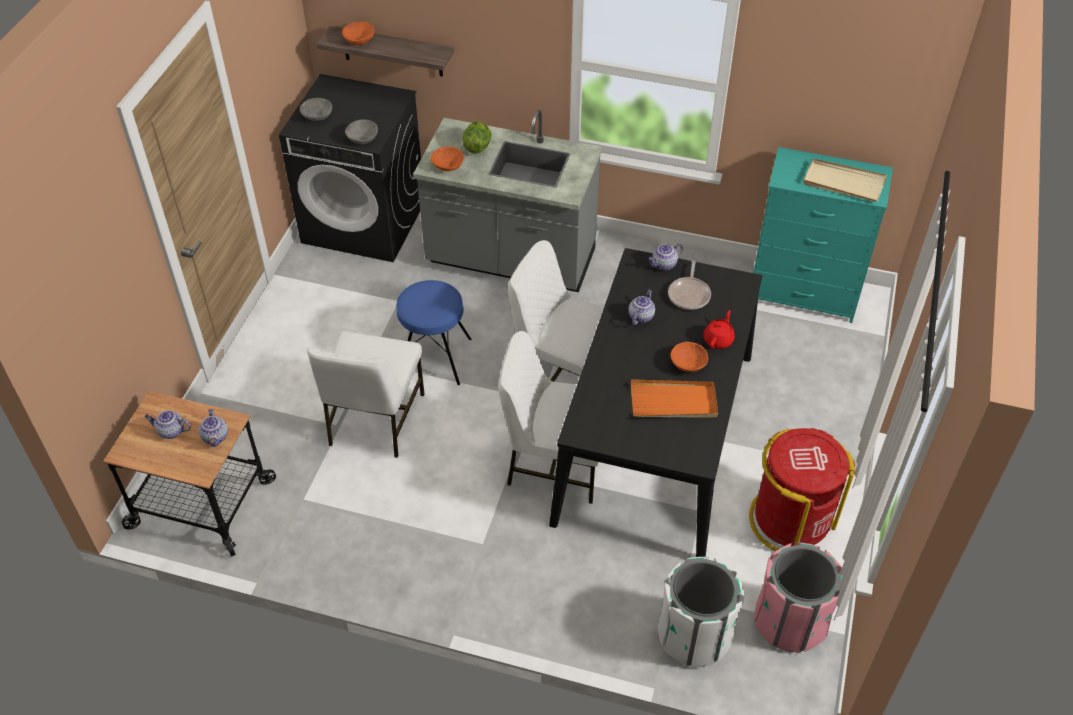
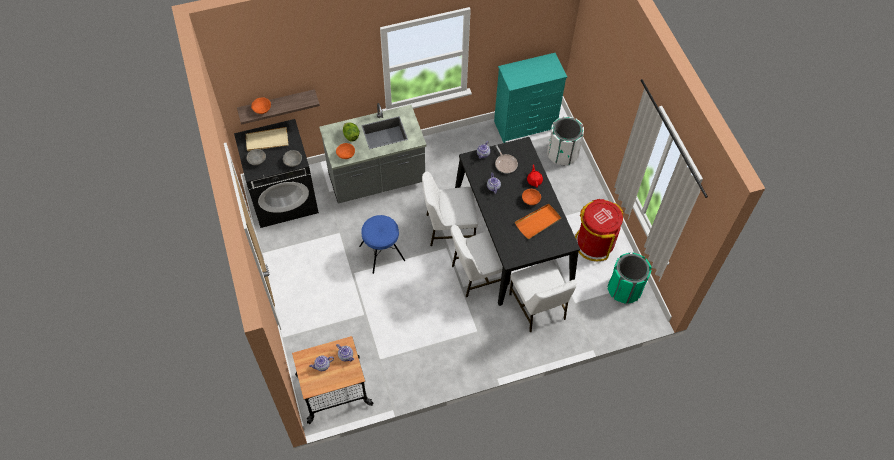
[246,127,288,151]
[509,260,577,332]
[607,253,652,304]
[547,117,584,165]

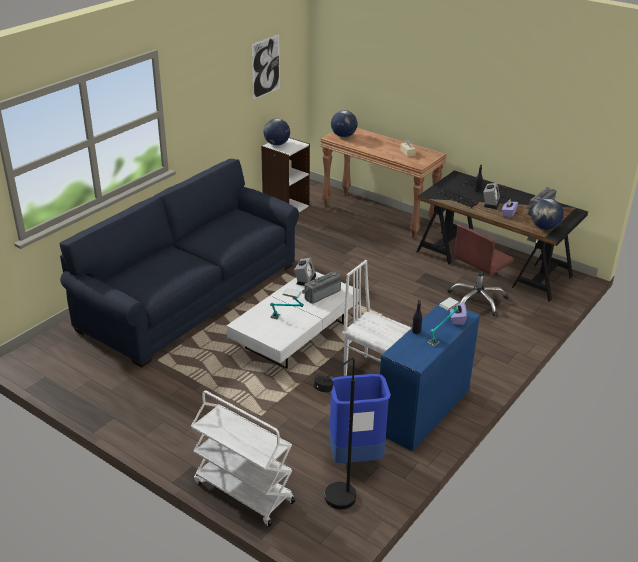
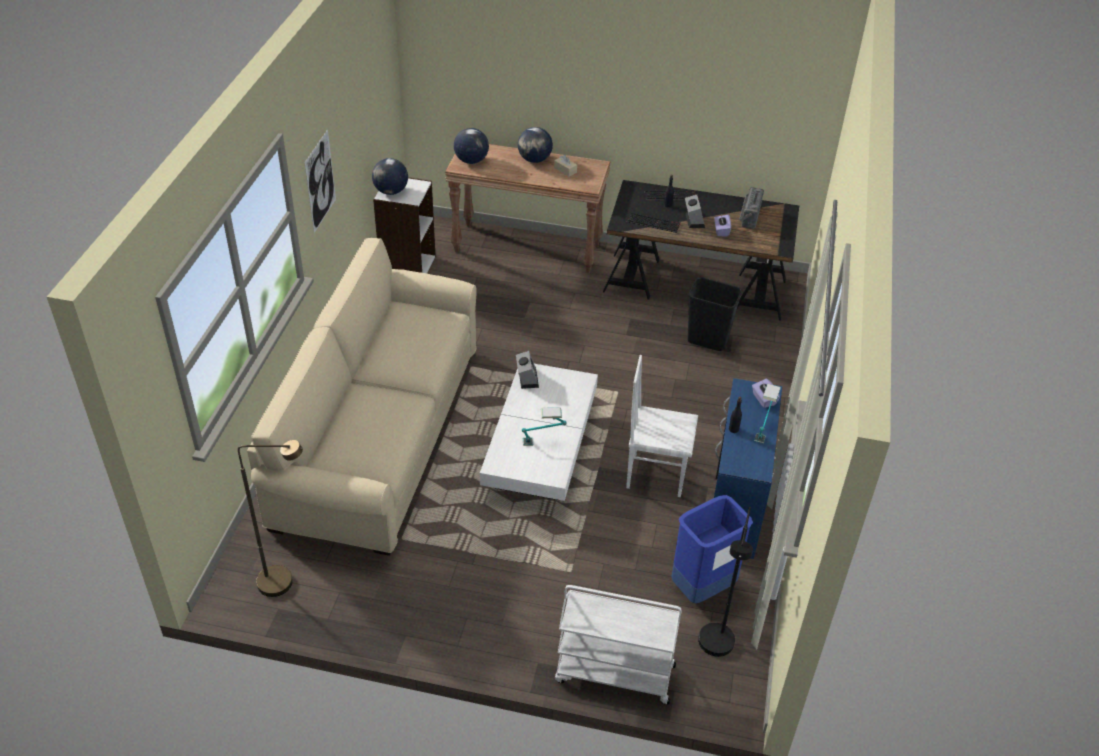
[304,129,336,233]
[247,238,477,556]
[518,127,553,163]
[688,277,742,351]
[302,271,341,304] (first image)
[238,440,303,597]

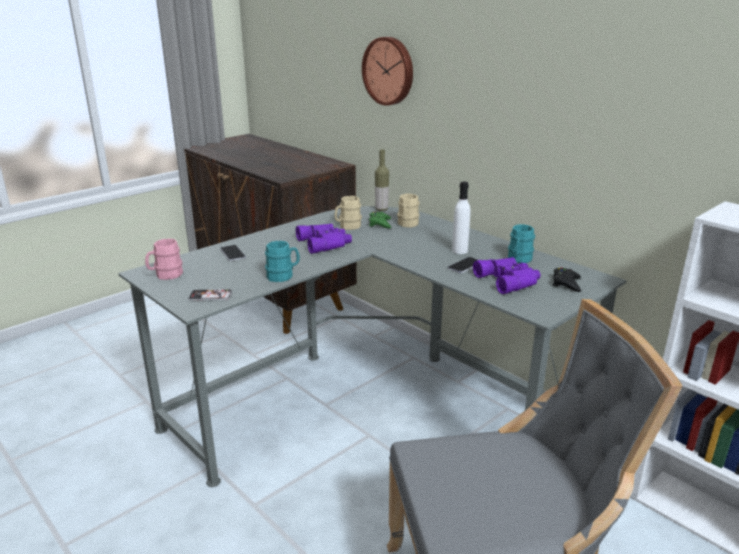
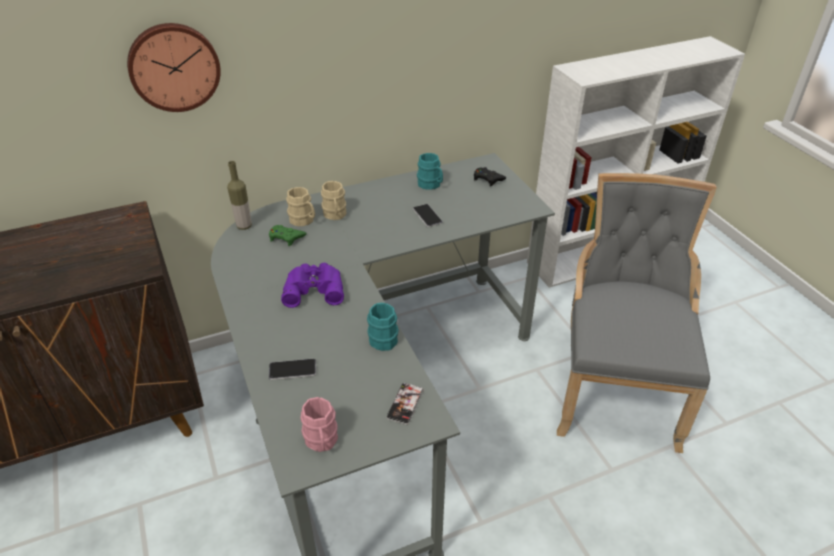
[452,182,471,254] (first image)
[321,181,347,220]
[473,257,541,294] (first image)

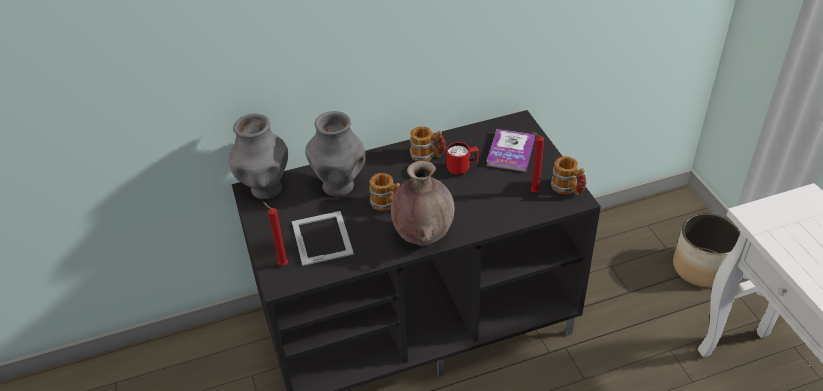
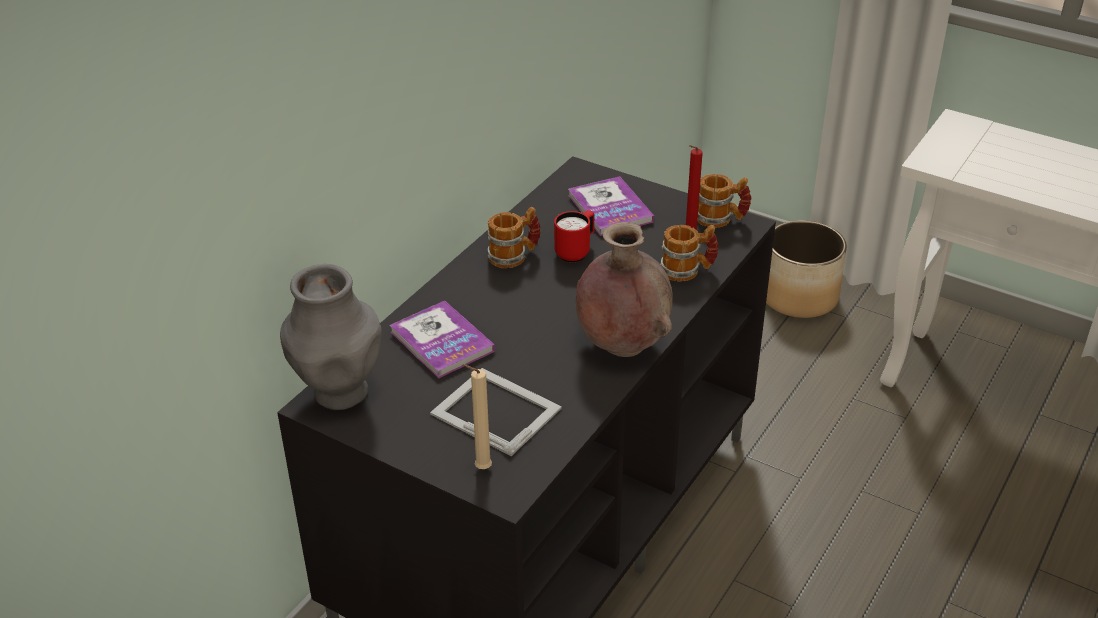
[390,301,495,378]
[660,225,719,282]
[463,364,492,469]

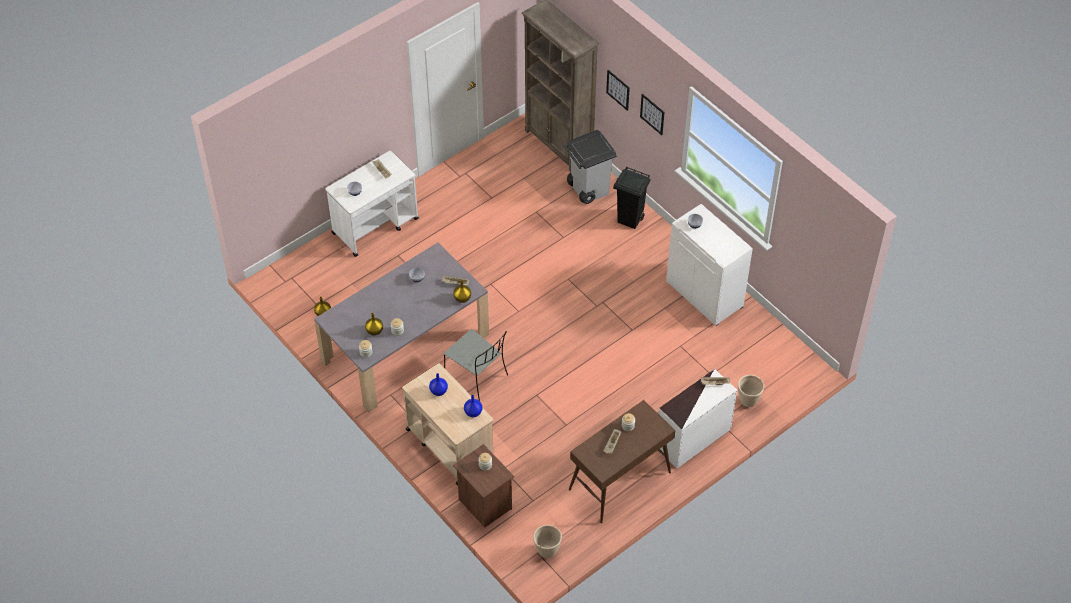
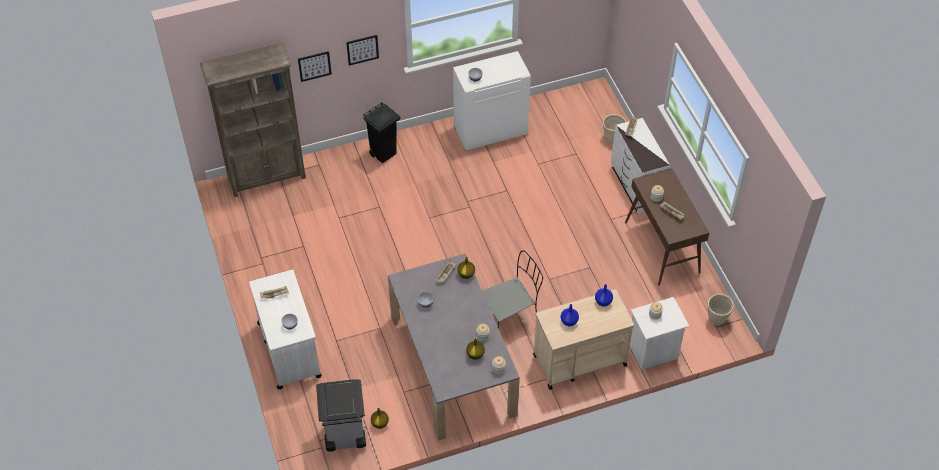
[316,379,366,452]
[630,297,689,370]

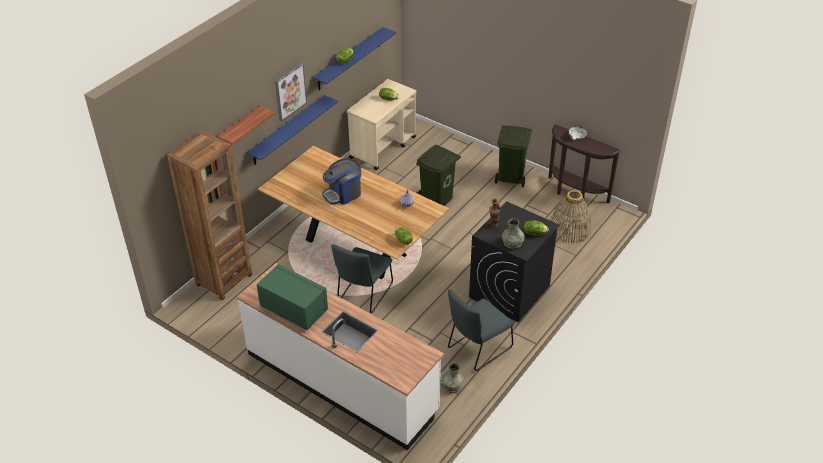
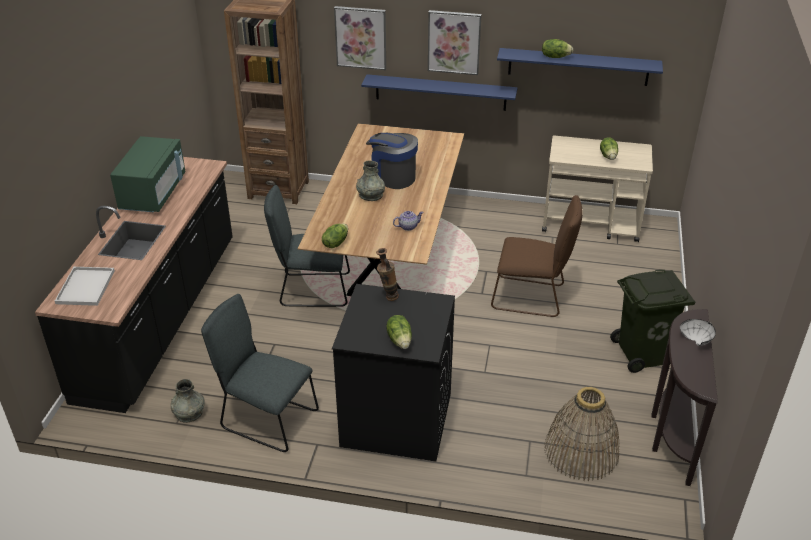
[334,6,386,70]
[491,195,583,317]
[356,161,385,201]
[35,157,233,413]
[55,267,115,306]

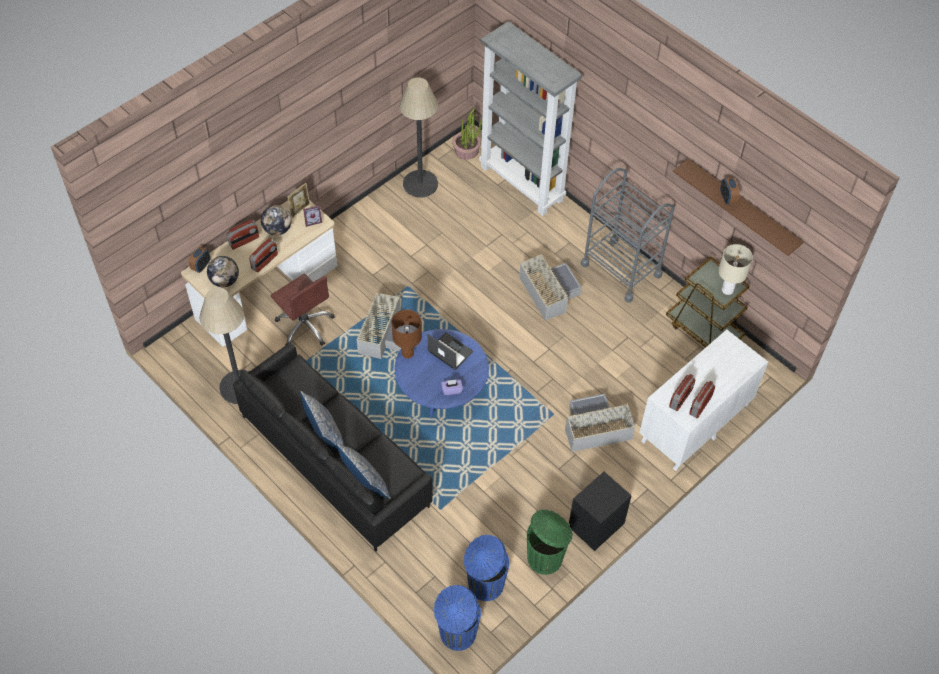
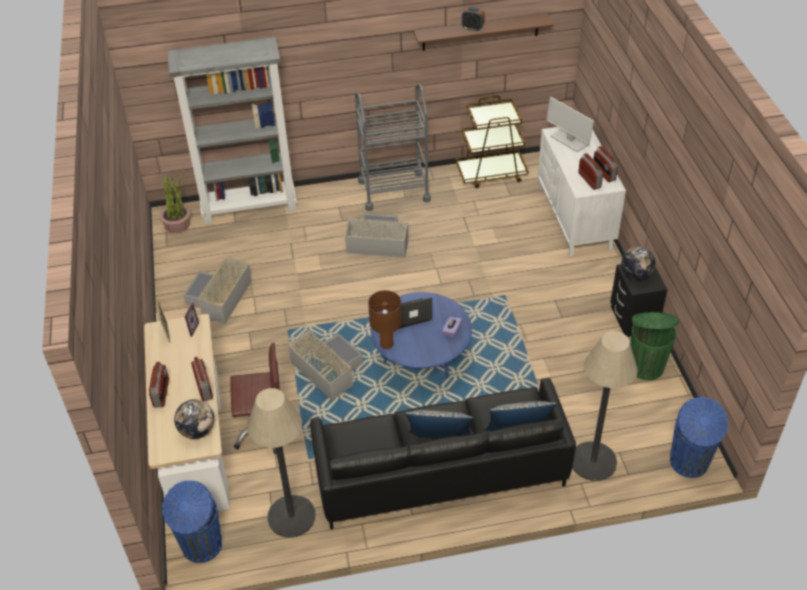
[572,331,638,481]
[621,246,655,280]
[718,244,753,295] (first image)
[189,247,210,273] (first image)
[183,256,252,324]
[162,480,222,563]
[546,97,594,152]

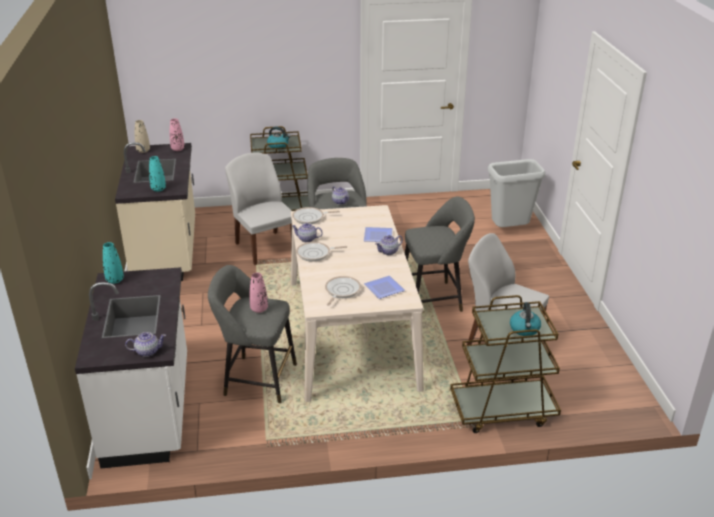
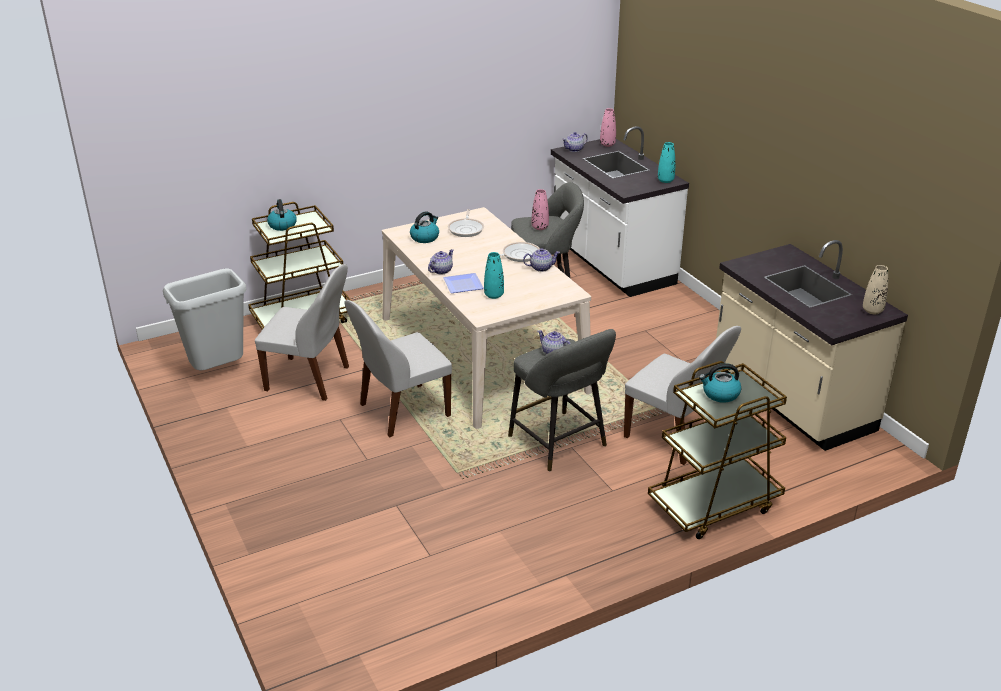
[600,108,616,147]
[484,252,504,299]
[163,269,246,370]
[344,300,452,437]
[292,207,340,224] (first image)
[410,211,439,243]

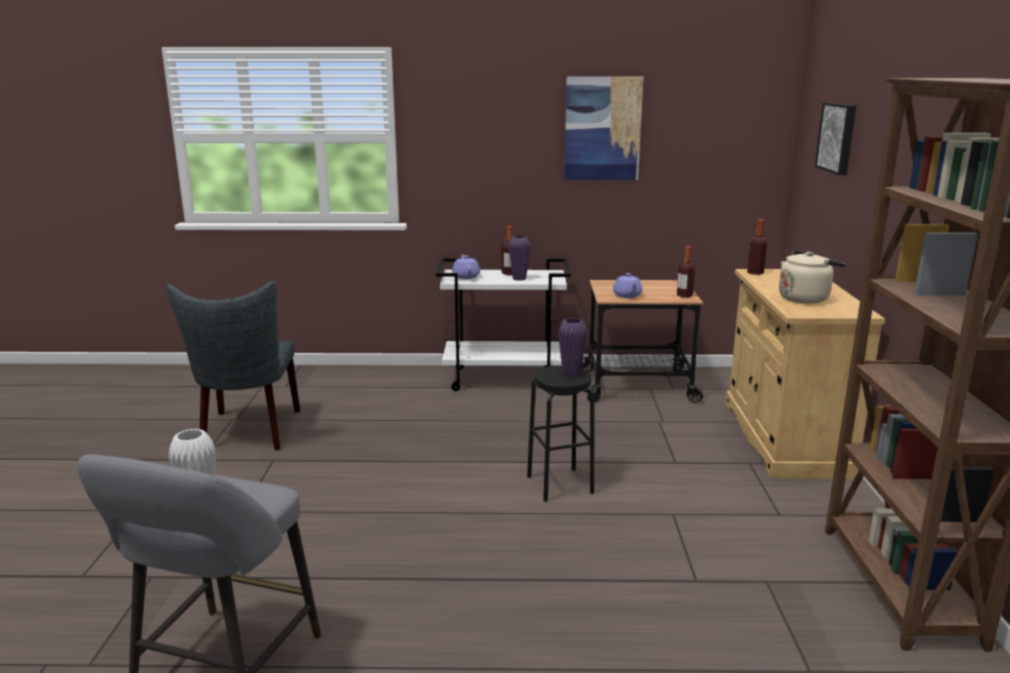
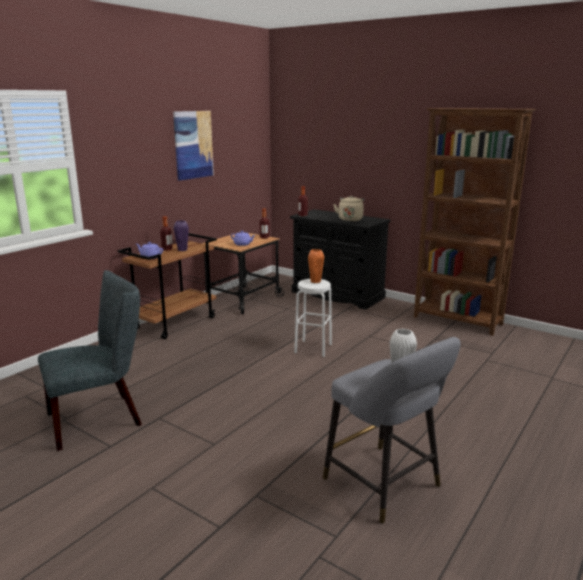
[815,102,856,175] (first image)
[118,233,217,339]
[290,209,391,310]
[38,270,142,451]
[308,249,324,283]
[294,279,332,357]

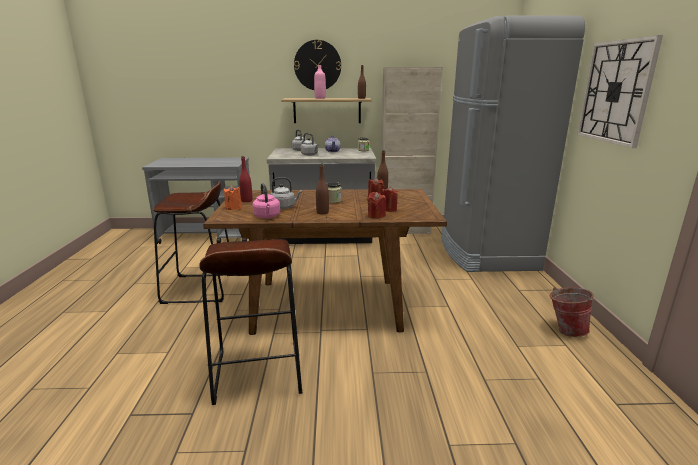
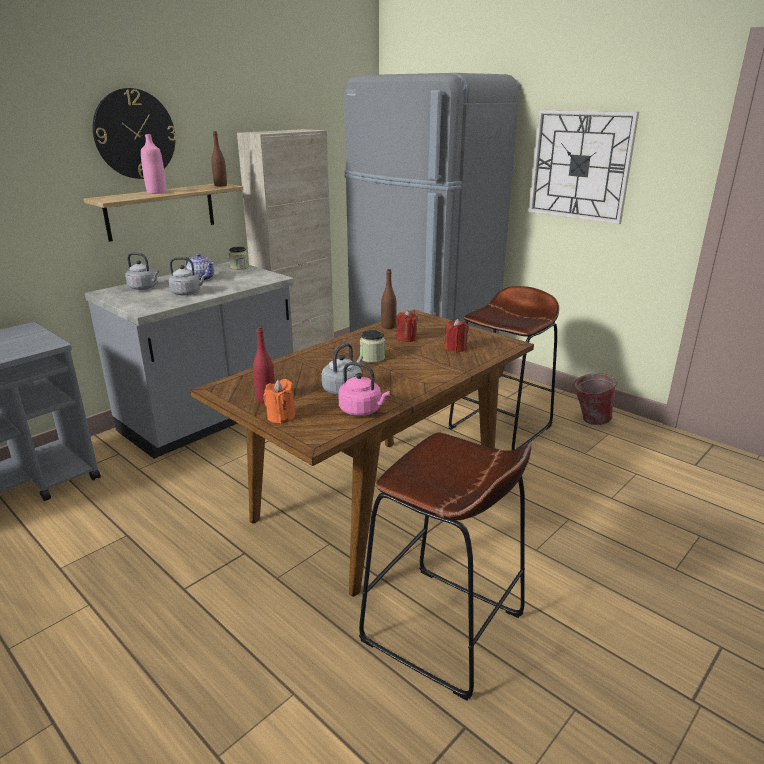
[316,164,329,215] (first image)
[448,286,559,450]
[367,192,386,219] (first image)

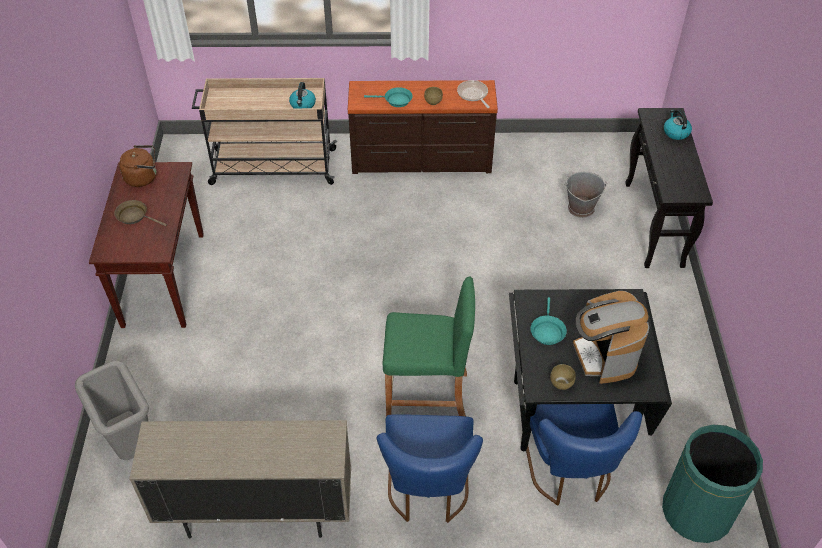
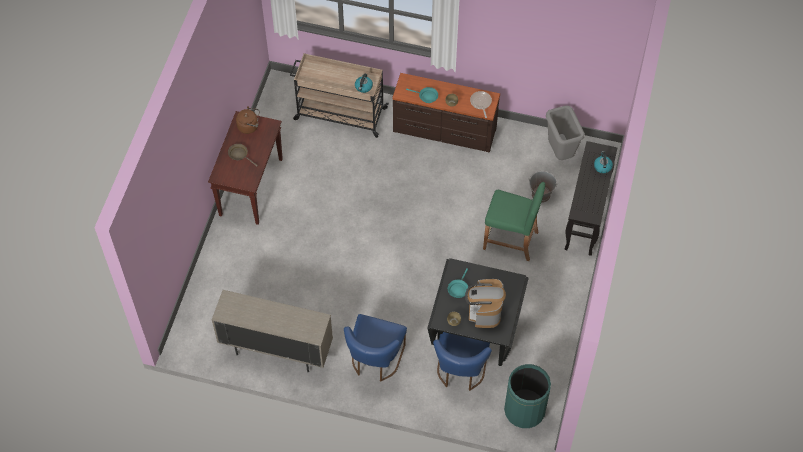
[483,182,545,261]
[546,105,585,160]

